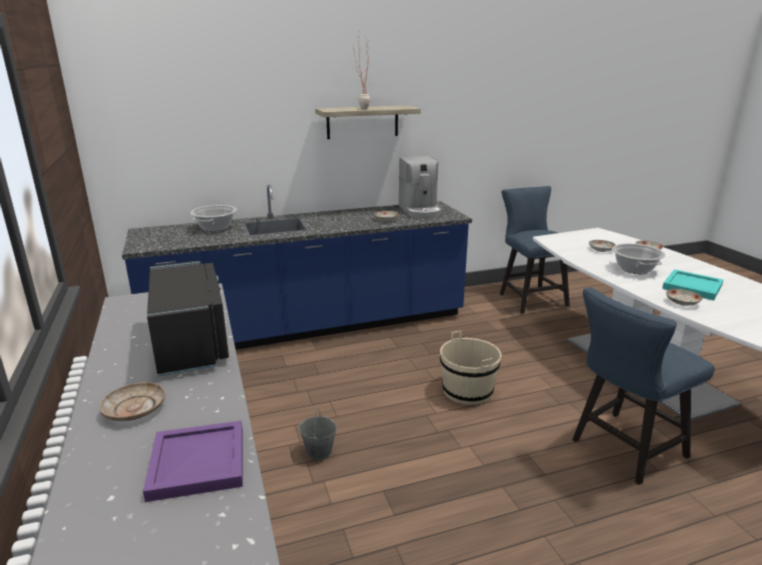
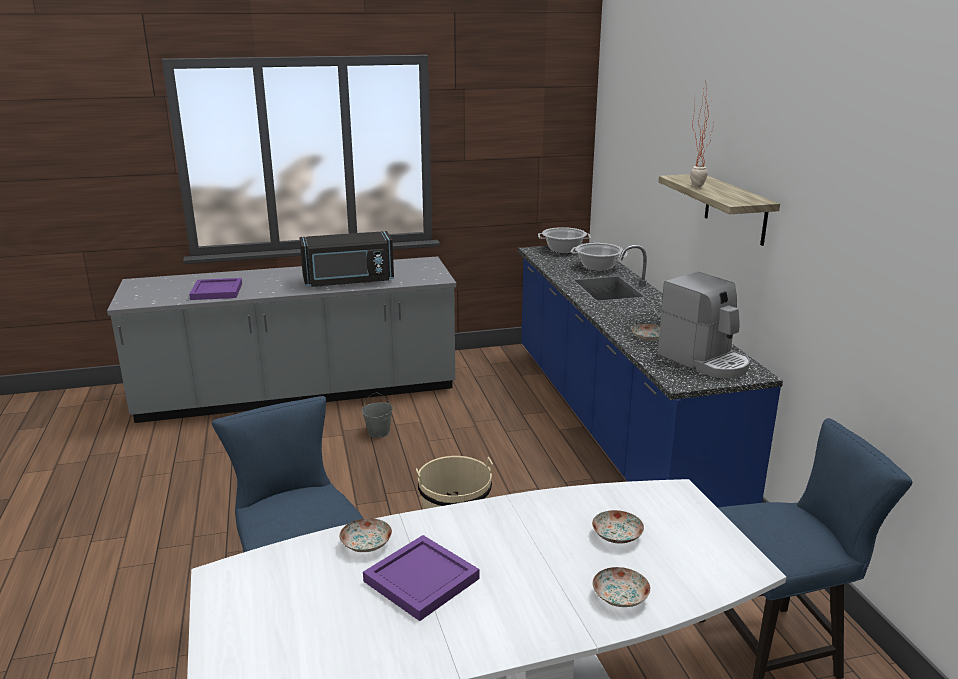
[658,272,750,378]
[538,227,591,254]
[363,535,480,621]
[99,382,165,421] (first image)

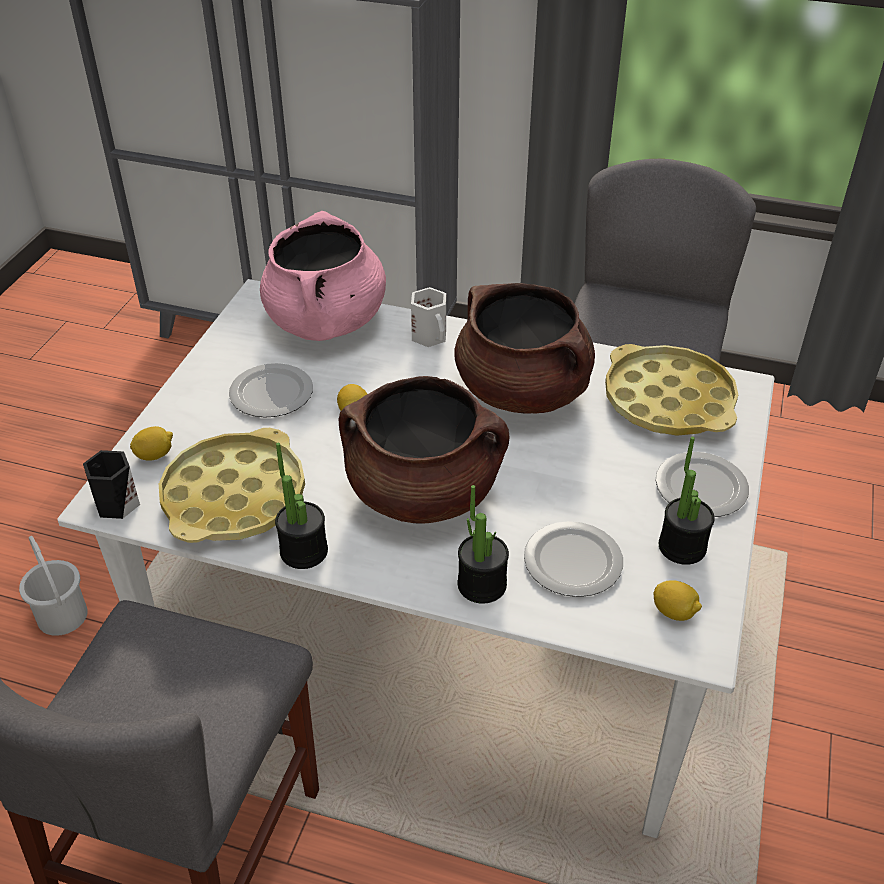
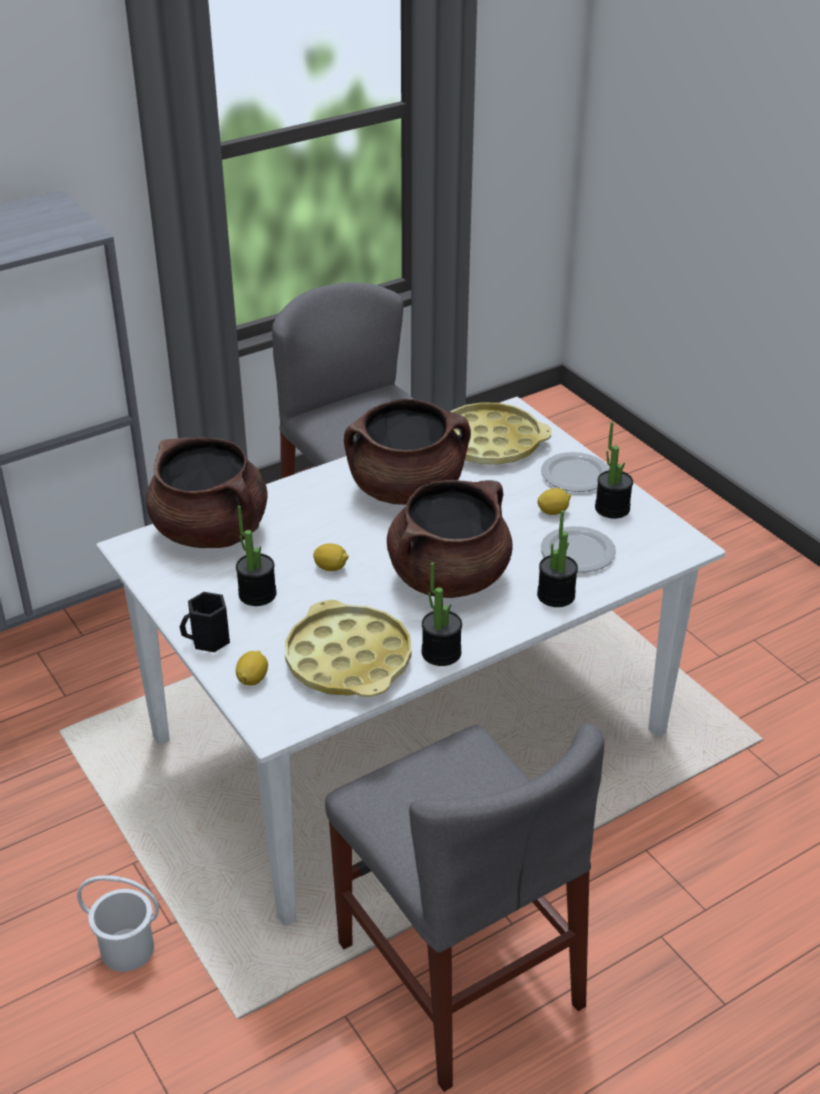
[146,437,268,548]
[411,287,446,347] (first image)
[236,506,277,606]
[180,592,230,652]
[537,488,571,515]

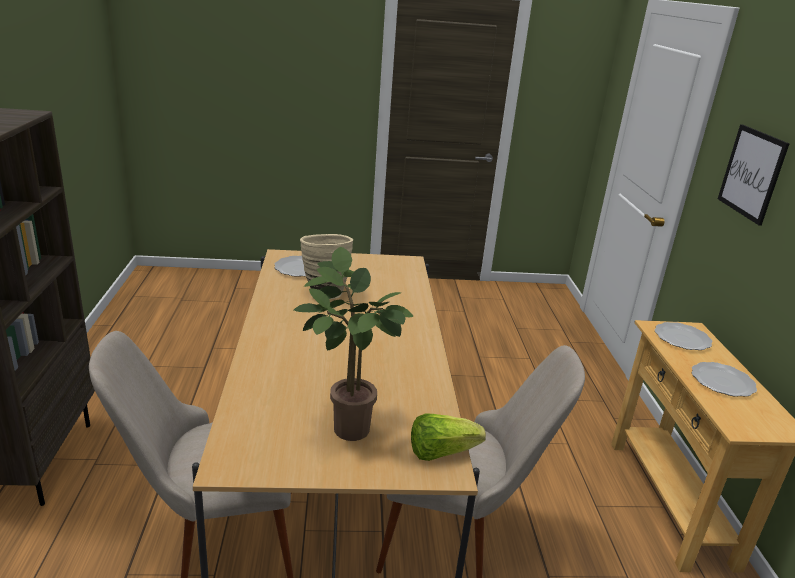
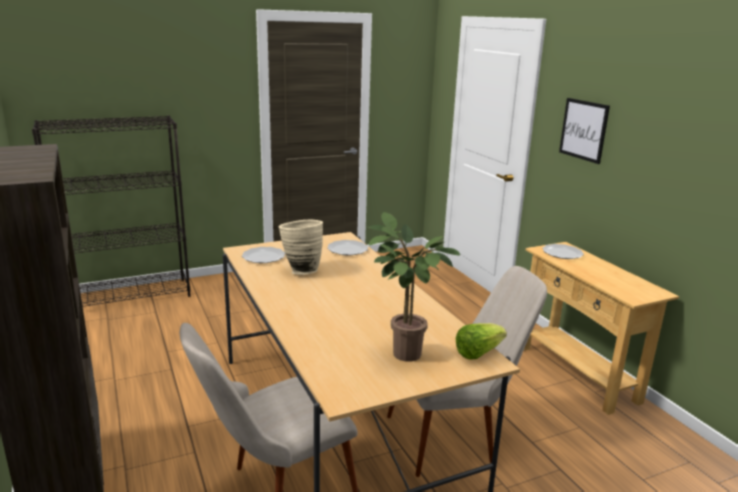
[327,240,368,255]
[32,115,191,306]

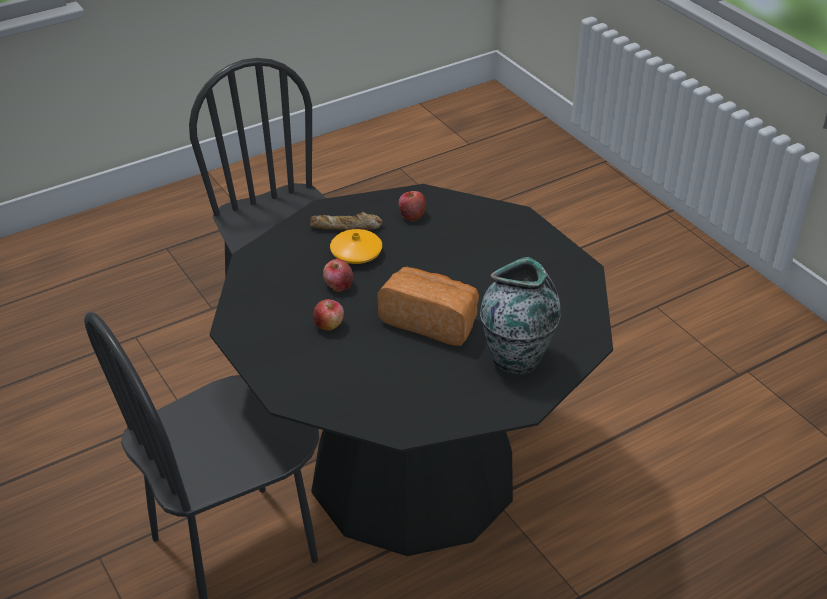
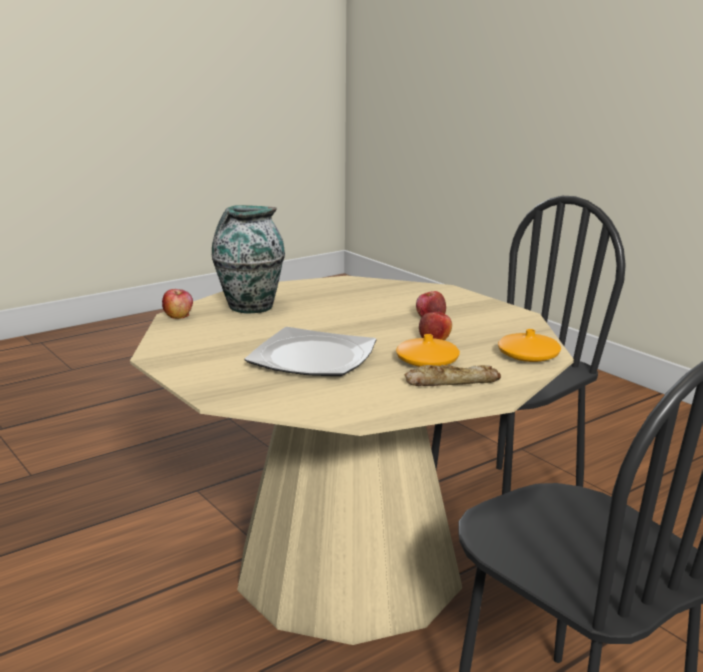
[130,276,574,645]
[162,289,193,319]
[377,266,479,346] (first image)
[244,327,376,376]
[498,329,561,362]

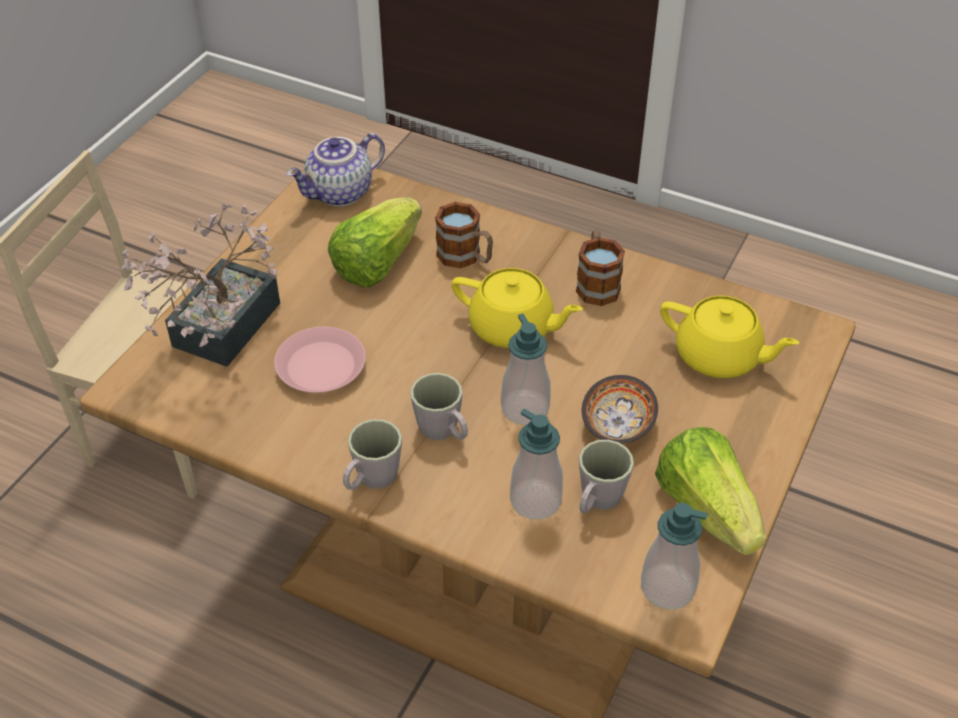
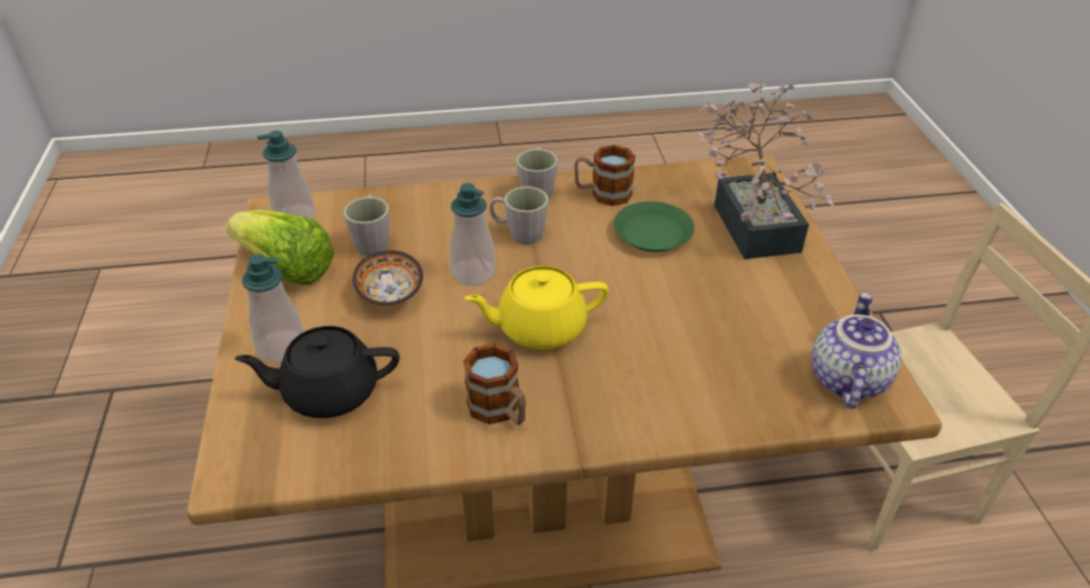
[328,197,422,288] (first image)
[574,145,636,206]
[235,326,399,418]
[613,201,695,252]
[242,254,304,363]

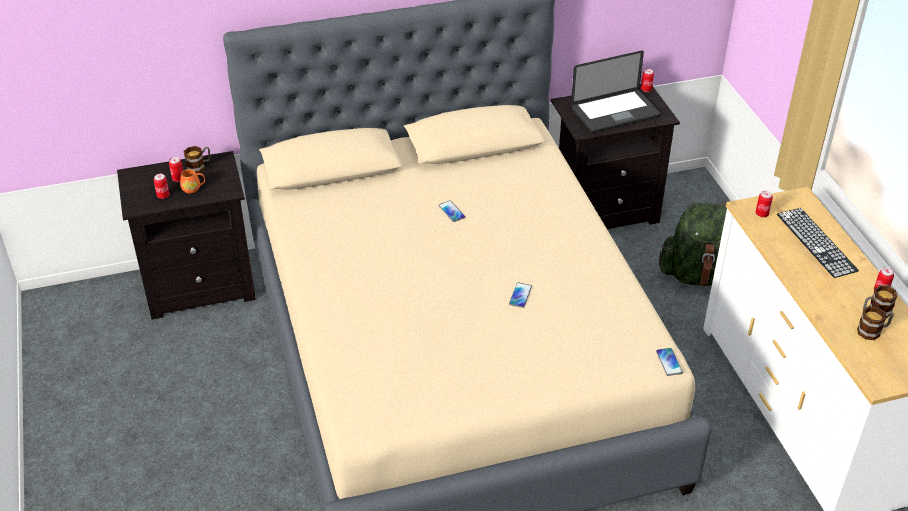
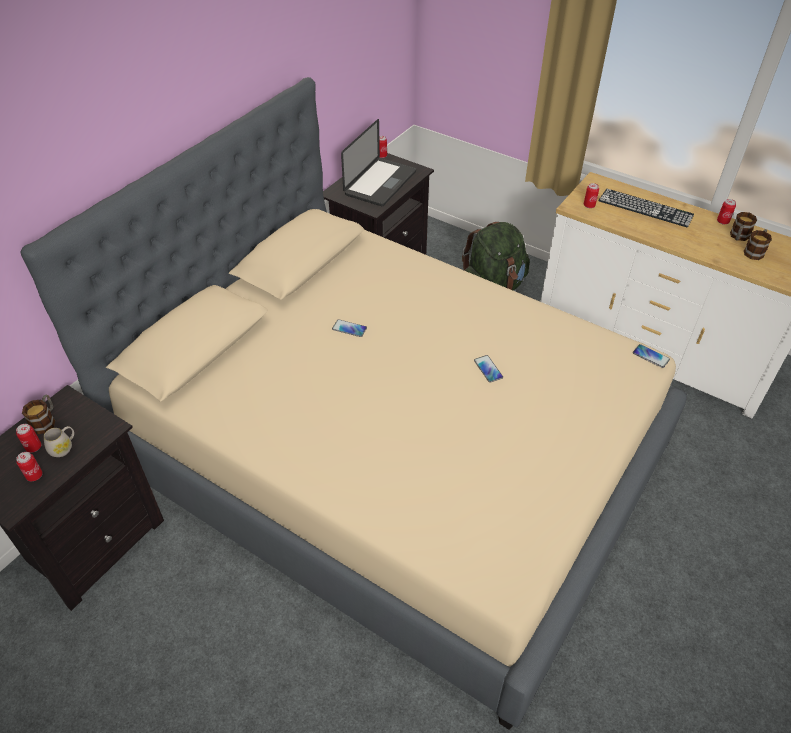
[44,426,74,457]

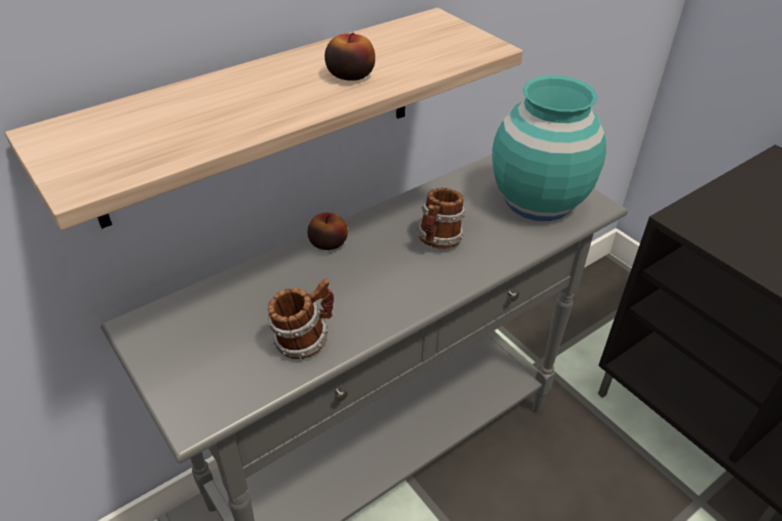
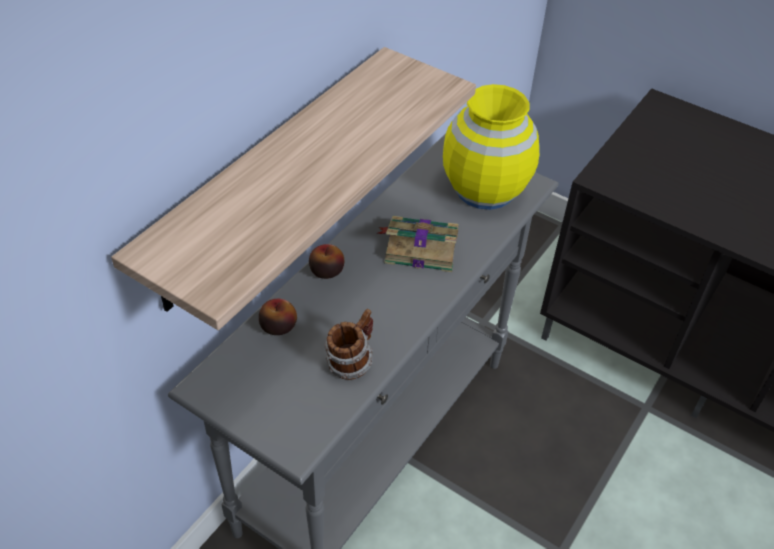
[259,299,297,335]
[443,84,539,210]
[377,216,459,272]

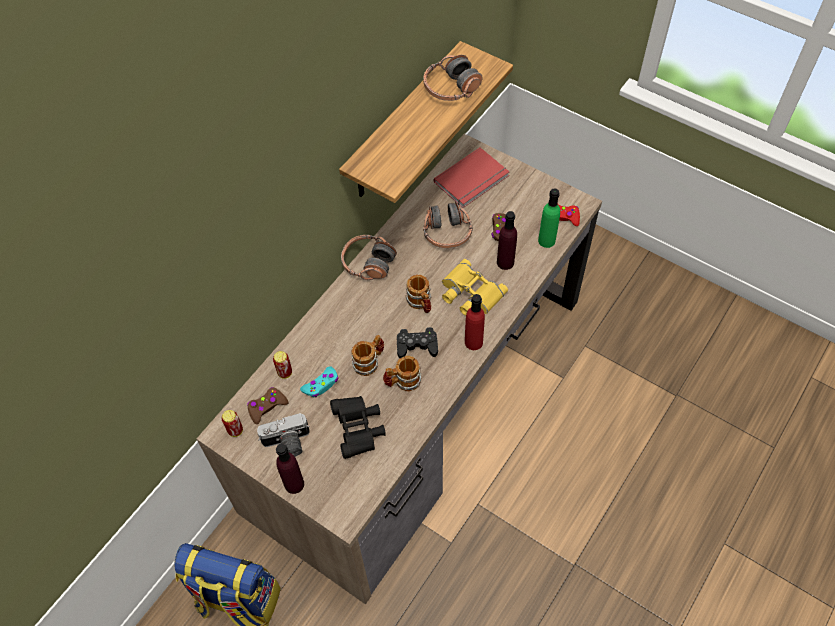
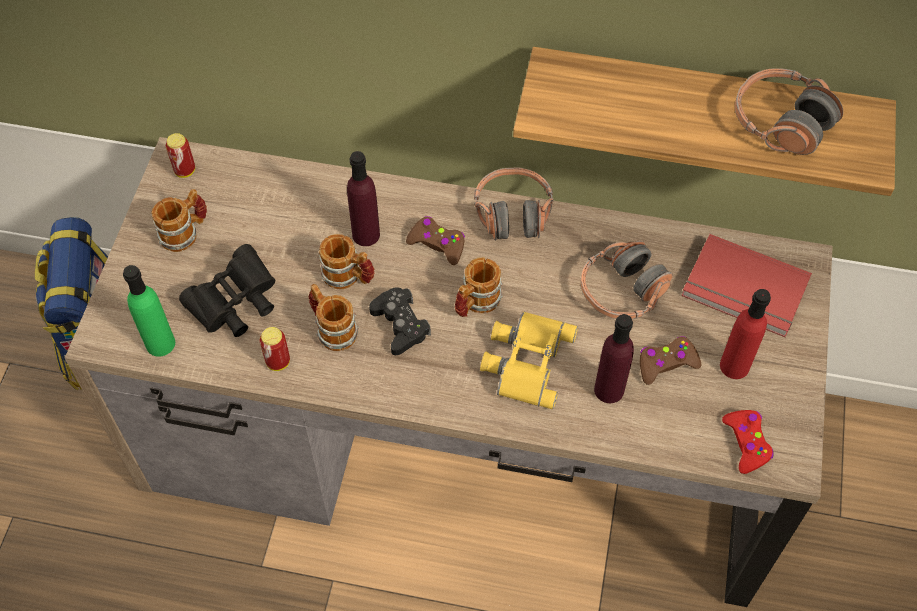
[123,265,175,357]
[720,289,771,379]
[260,327,290,371]
[300,366,338,397] (first image)
[406,216,465,265]
[151,189,207,252]
[347,151,380,246]

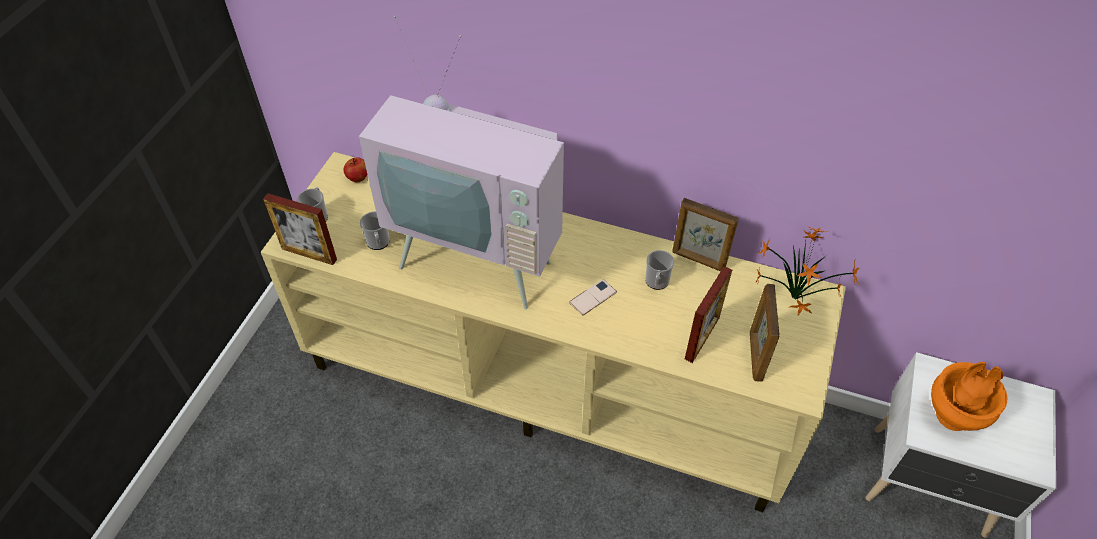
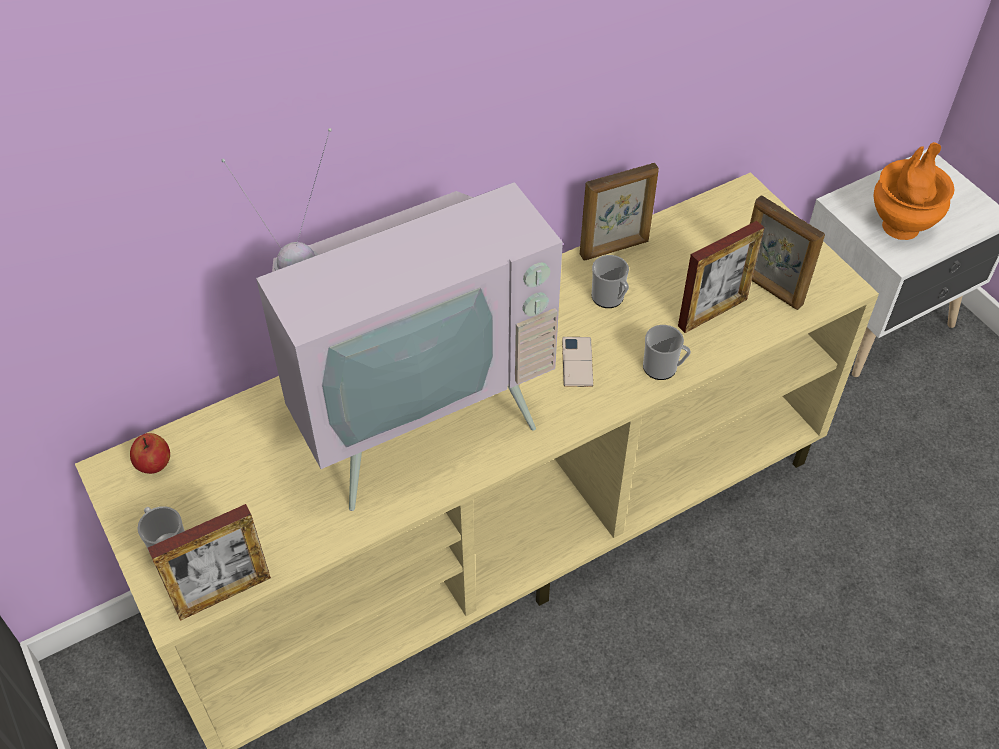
[643,325,691,380]
[755,226,859,315] (first image)
[678,221,765,333]

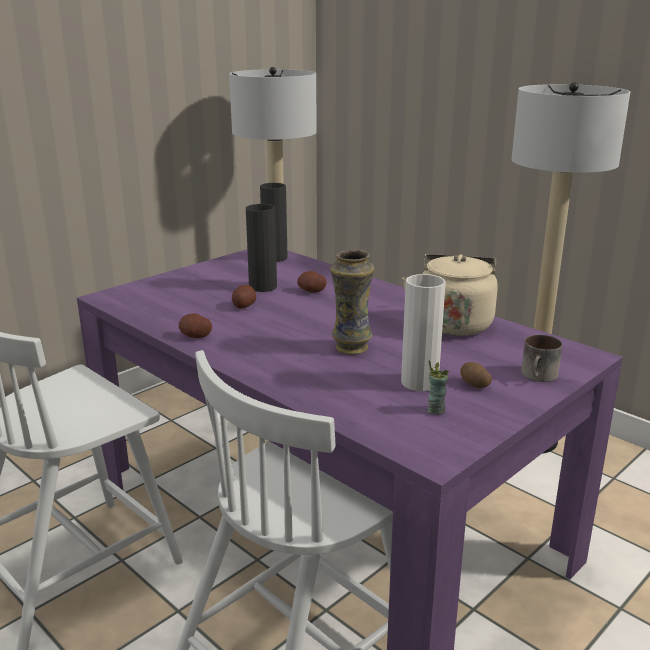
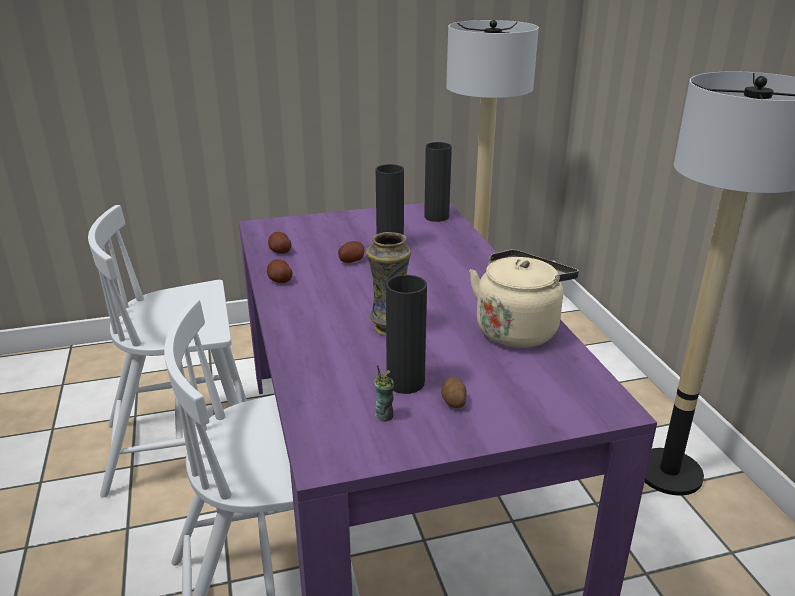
[268,232,292,254]
[386,275,427,394]
[521,335,562,382] (first image)

